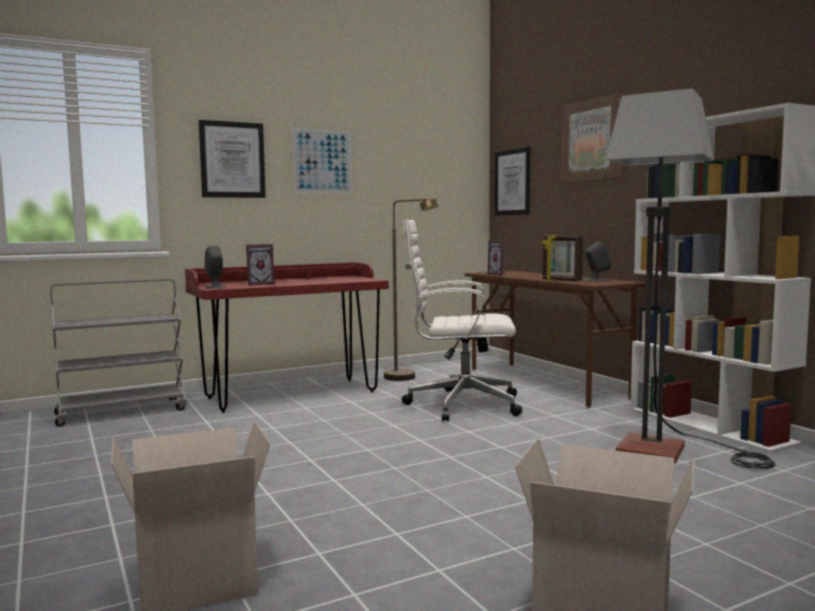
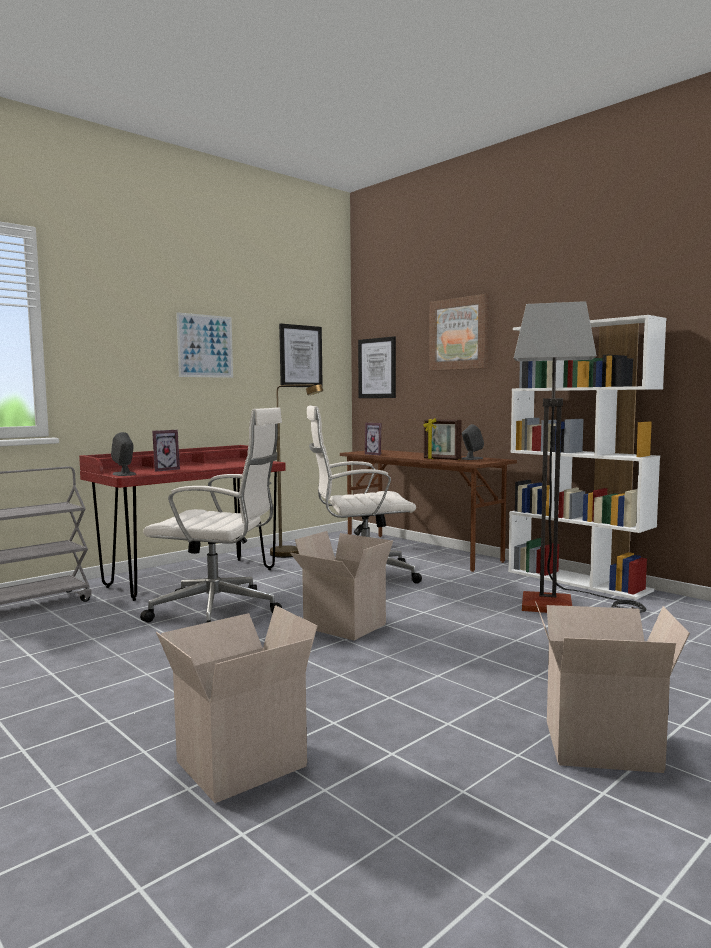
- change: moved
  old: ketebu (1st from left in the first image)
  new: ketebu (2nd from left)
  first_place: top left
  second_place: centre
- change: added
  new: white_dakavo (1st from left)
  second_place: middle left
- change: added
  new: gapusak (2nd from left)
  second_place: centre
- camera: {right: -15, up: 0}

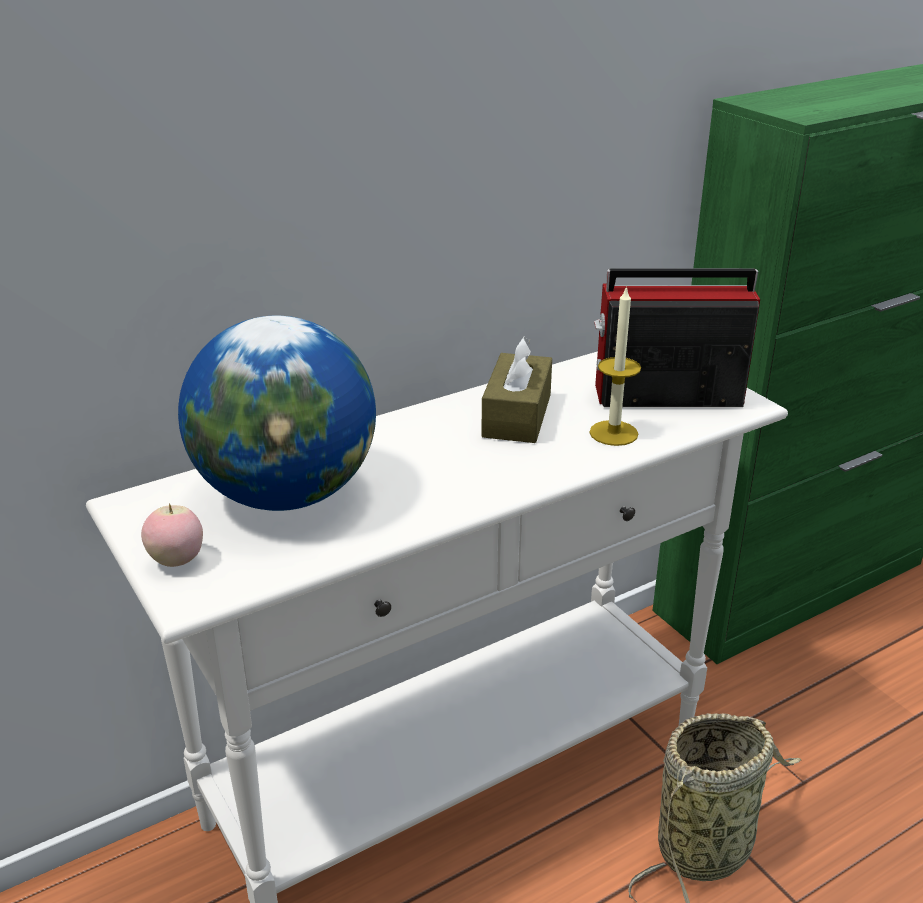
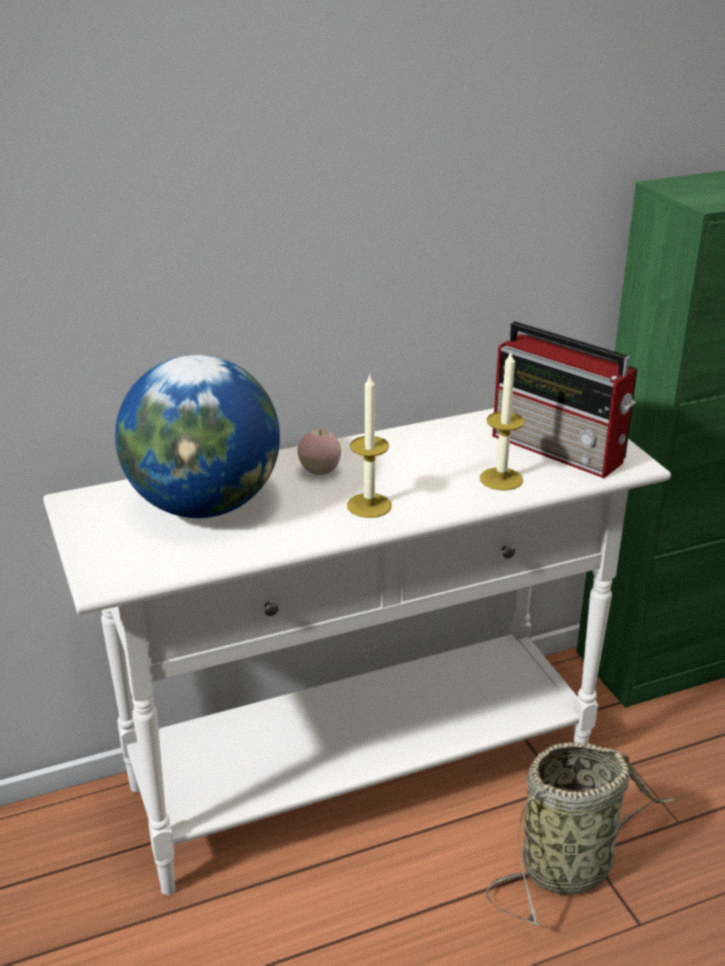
- change: turned
  old: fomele
  first_place: middle right
  second_place: middle right
  degrees: -150
- change: removed
  old: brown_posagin
  first_place: centre
- change: moved
  old: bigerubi
  first_place: middle left
  second_place: centre
- change: added
  new: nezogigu (1st from left)
  second_place: centre
- camera: {right: 10, up: 0}

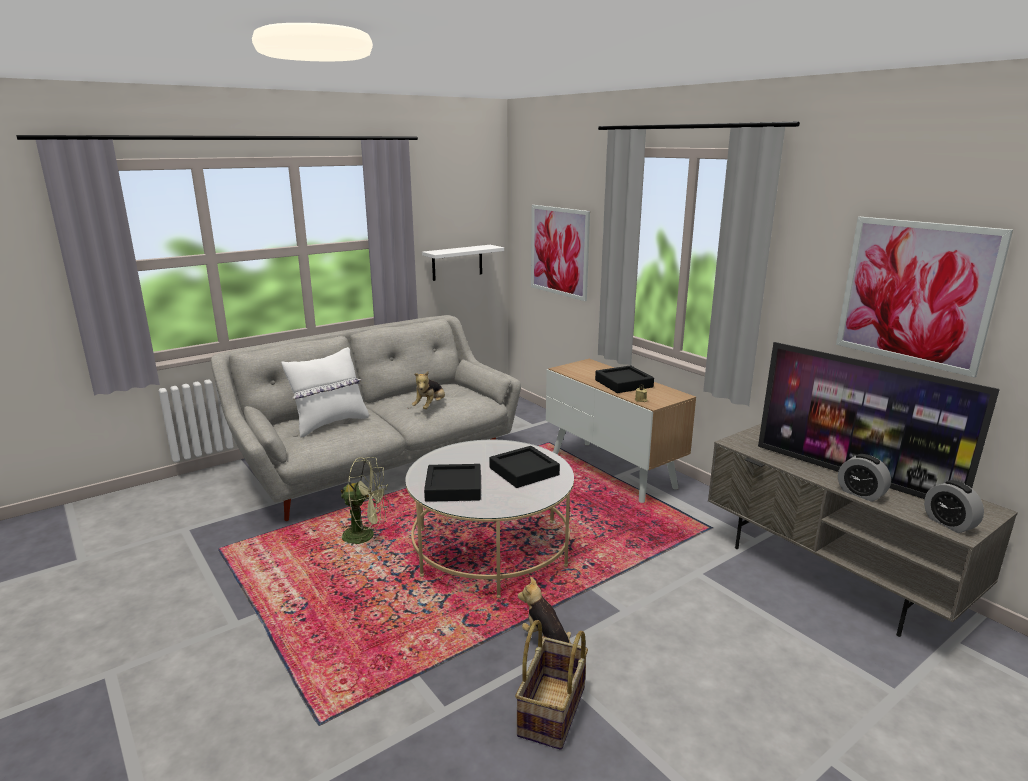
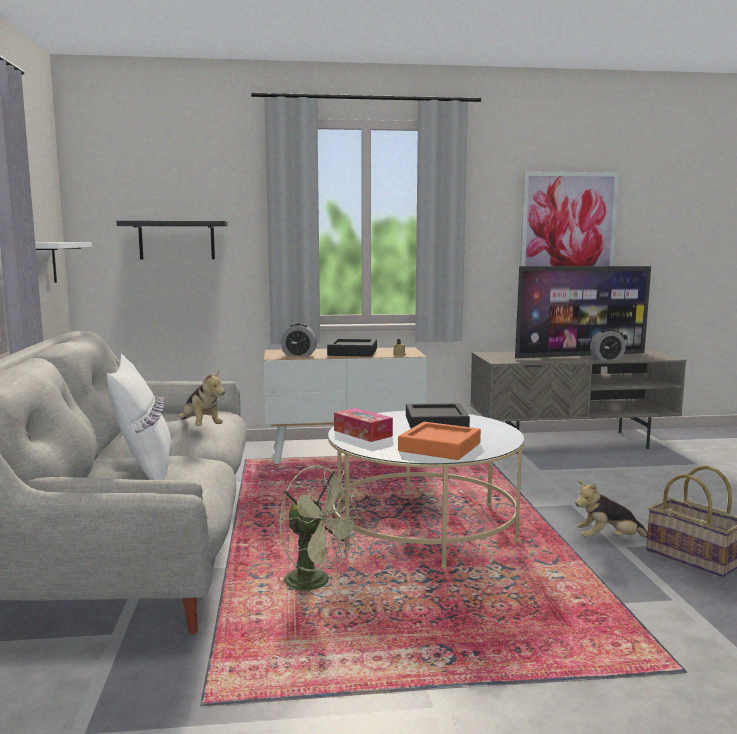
- change: replaced
  old: ketebu (1st from left)
  new: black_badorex
  first_place: top centre
  second_place: top left
- change: turned
  old: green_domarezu
  first_place: centre
  second_place: bottom centre
  degrees: 90
- change: recoloured
  old: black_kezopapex (1st from left)
  new: orange_kezopapex
  first_place: centre
  second_place: centre
- change: moved
  old: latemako (2nd from left in the first image)
  new: latemako (1st from left)
  first_place: middle right
  second_place: centre
- change: added
  new: posagin
  second_place: centre
- camera: {right: -60, up: -10}

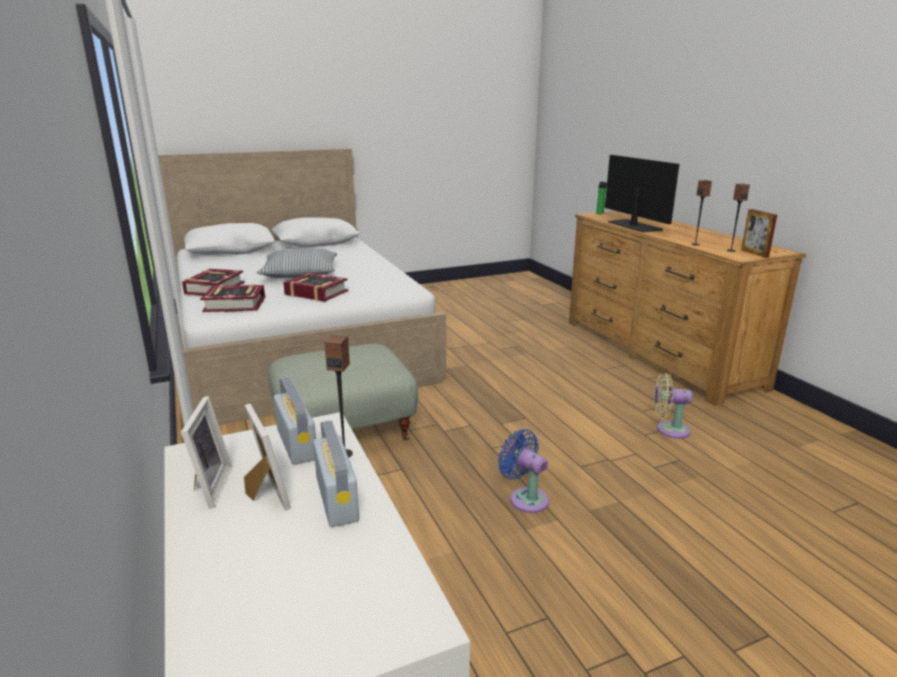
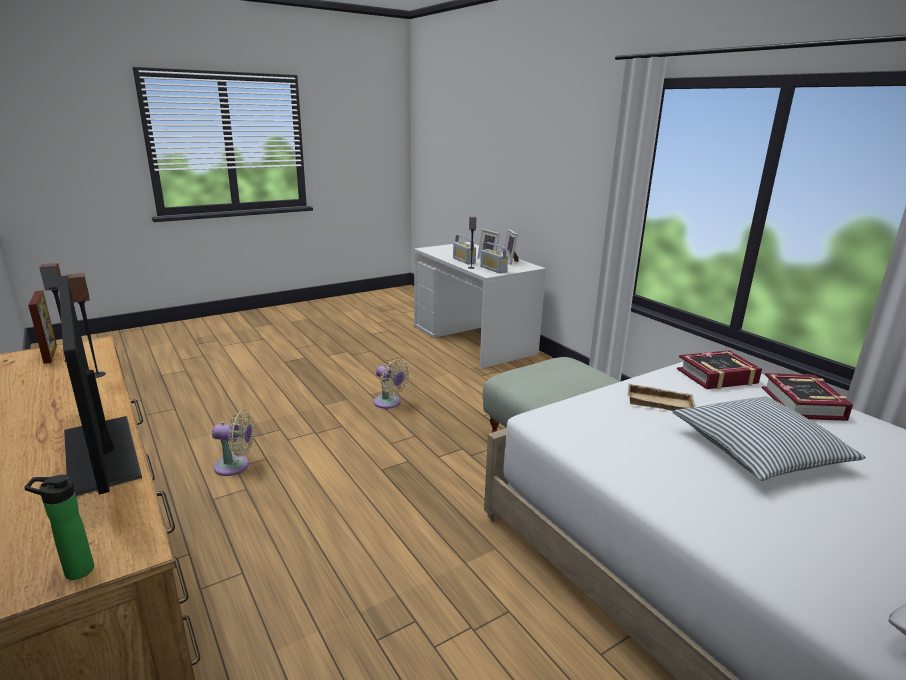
- change: replaced
  old: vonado (3rd from left)
  new: beige_kezopapex
  first_place: centre
  second_place: middle right
- change: recoloured
  old: blue_domarezu
  new: beige_domarezu (2nd from left)
  first_place: bottom centre
  second_place: centre
- camera: {right: 170, up: 0}

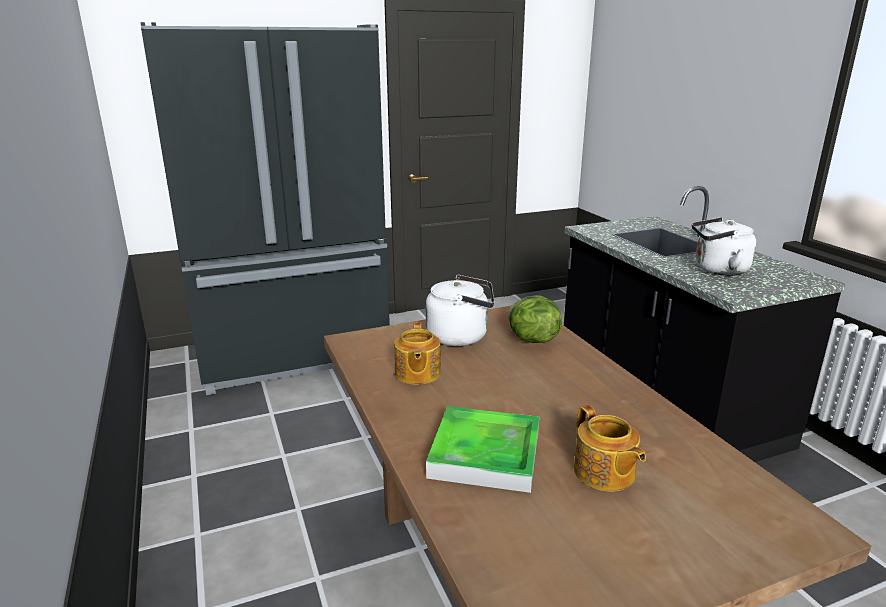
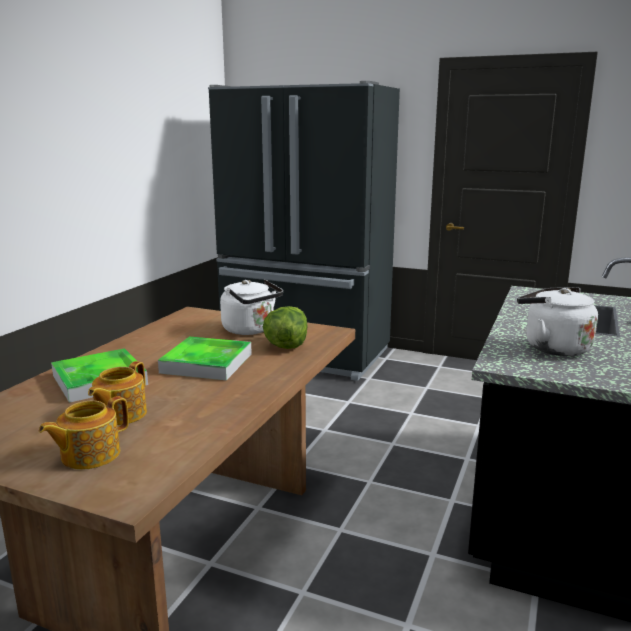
- change: moved
  old: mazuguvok (1st from left)
  first_place: centre
  second_place: bottom left
- change: added
  new: kezopapex (2nd from left)
  second_place: middle left
- camera: {right: 45, up: -5}

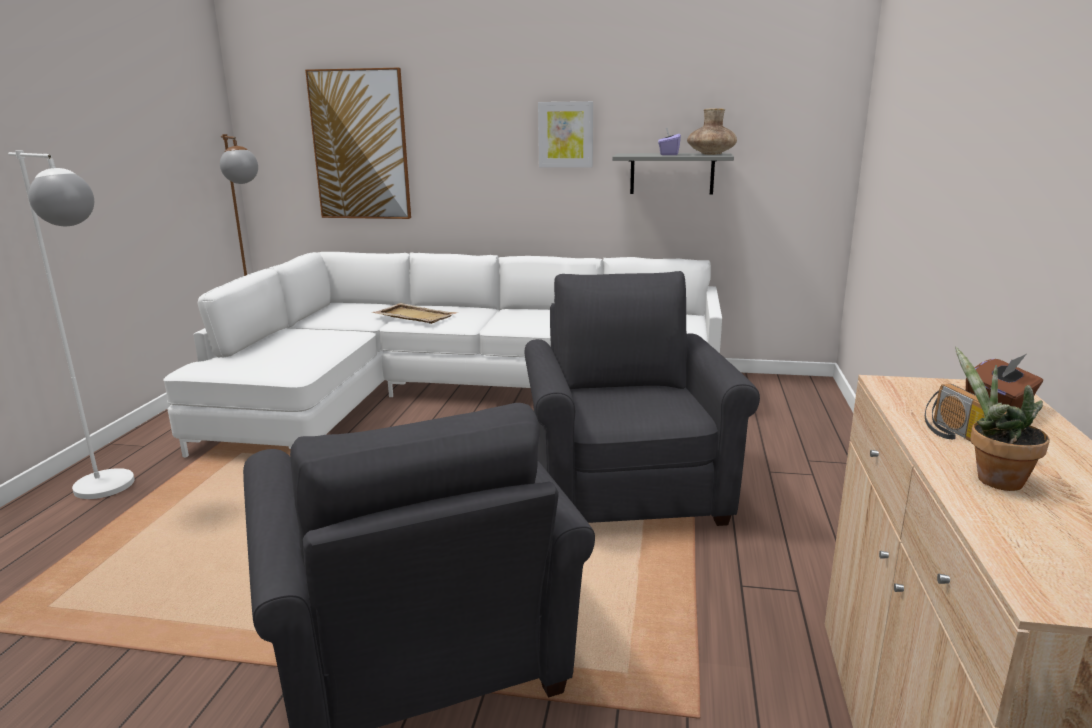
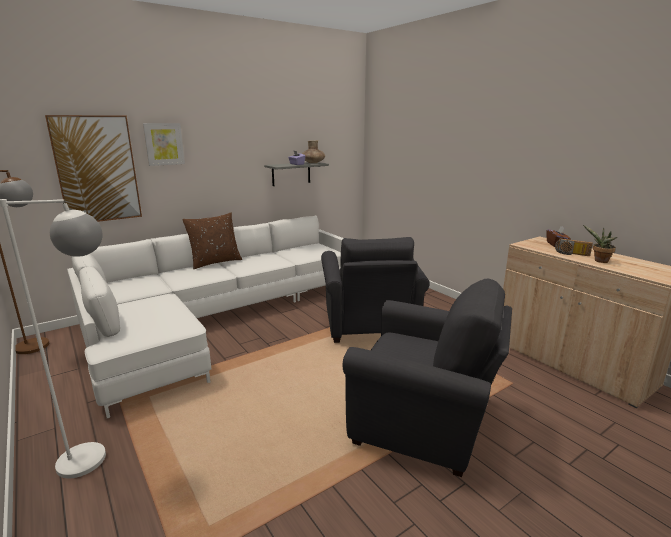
- change: moved
  old: ketebu (2nd from left)
  first_place: top centre
  second_place: top left
- change: turned
  old: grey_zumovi (2nd from left in the first image)
  first_place: centre
  second_place: centre
  degrees: -135
- change: removed
  old: beige_kezopapex
  first_place: centre
- change: added
  new: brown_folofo
  second_place: middle left
- camera: {right: -45, up: 0}

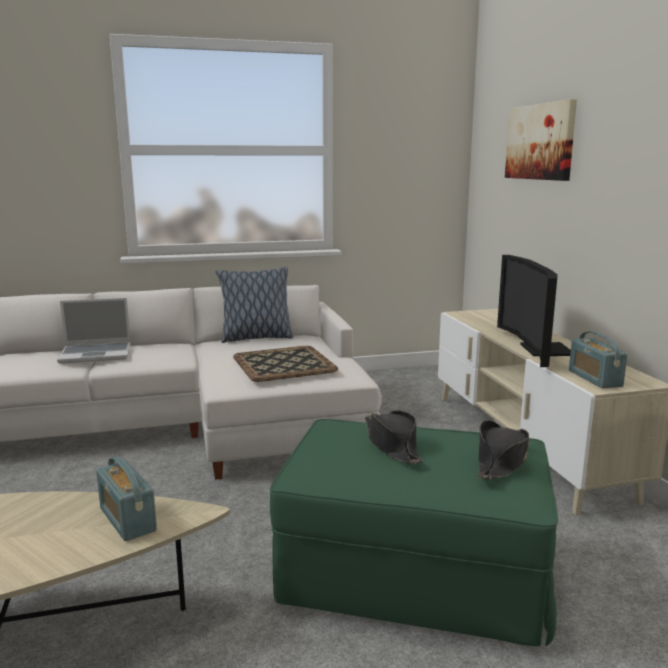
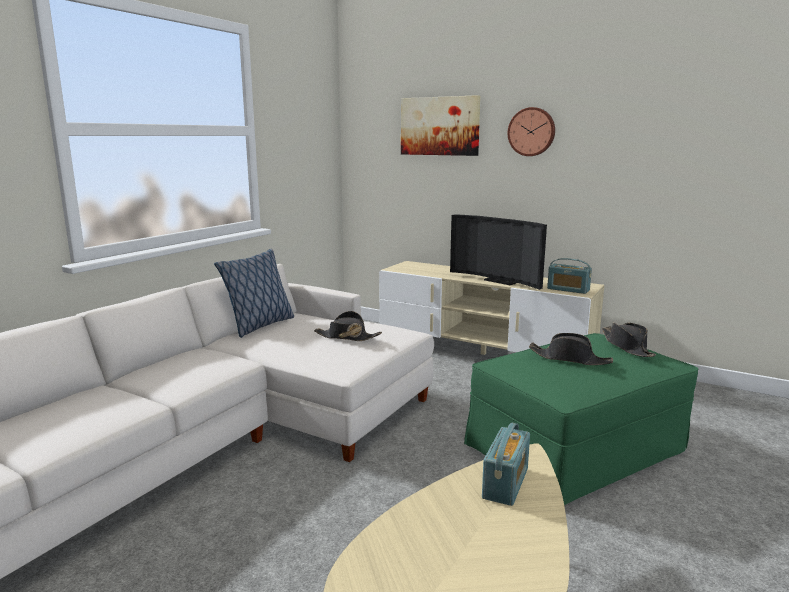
- change: removed
  old: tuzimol
  first_place: middle left
- change: replaced
  old: kezopapex
  new: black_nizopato (1st from left)
  first_place: centre
  second_place: centre
- change: turned
  old: fomele (1st from left)
  first_place: bottom left
  second_place: bottom centre
  degrees: -75
- change: added
  new: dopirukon
  second_place: top right
- camera: {right: -45, up: 0}

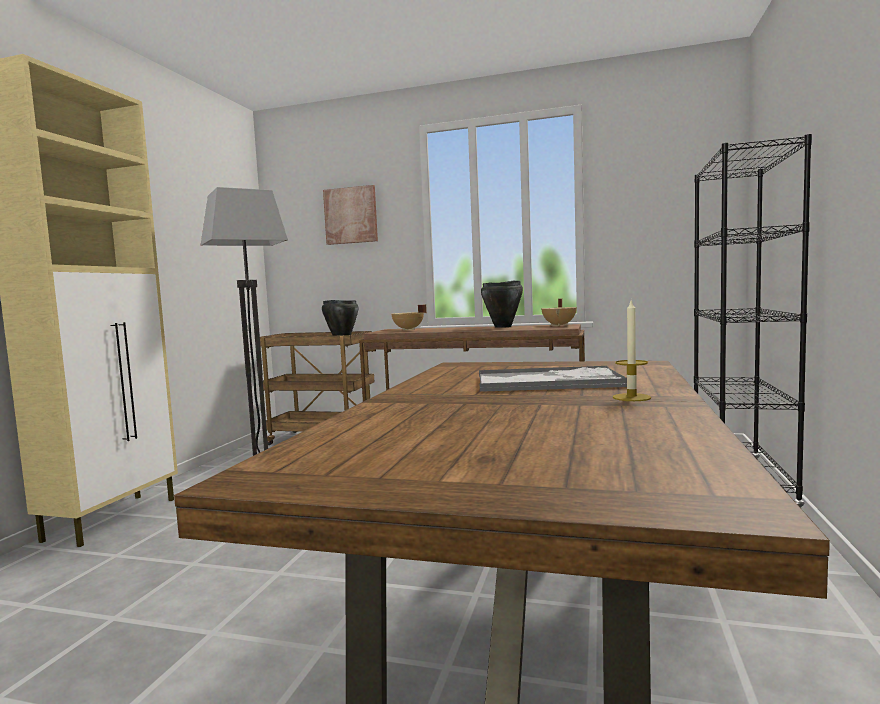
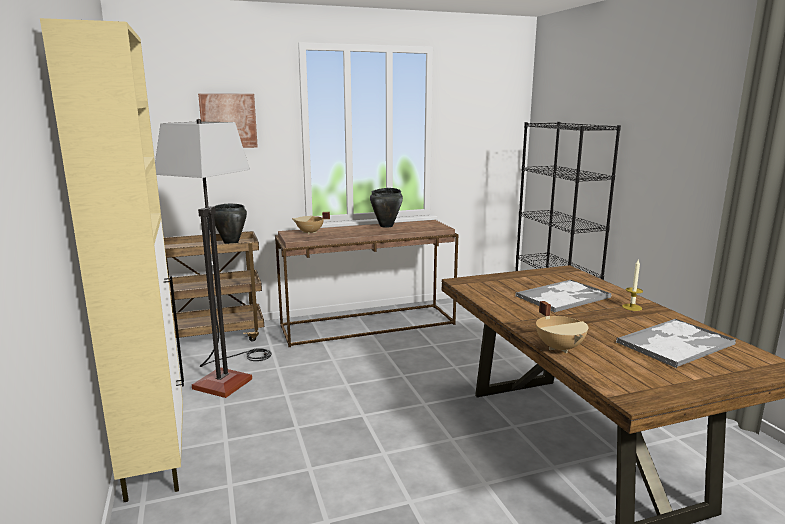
- change: moved
  old: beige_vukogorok (2nd from left)
  first_place: centre
  second_place: middle right
- change: added
  new: kezopapex (2nd from left)
  second_place: middle right
- camera: {right: -35, up: 10}

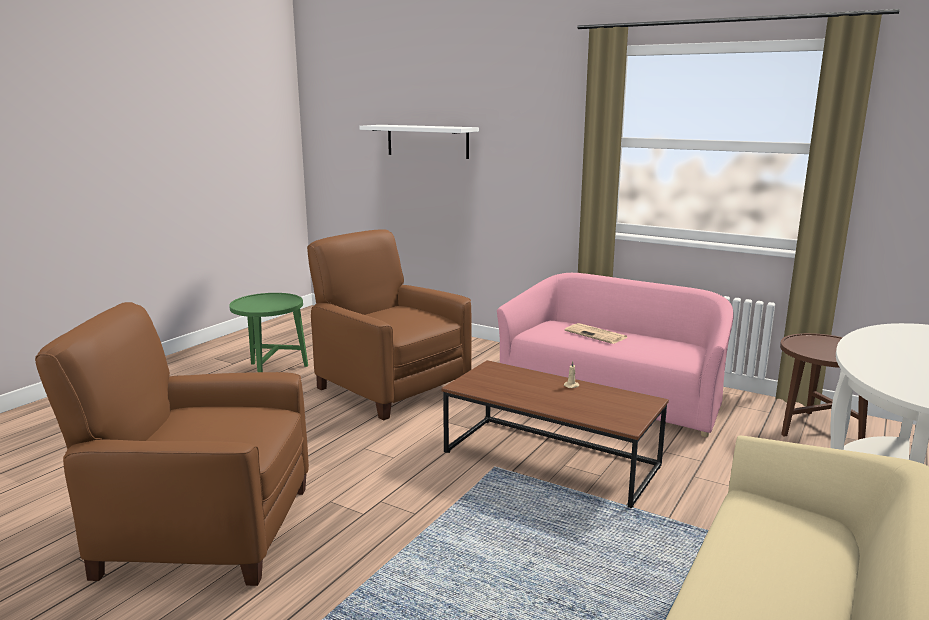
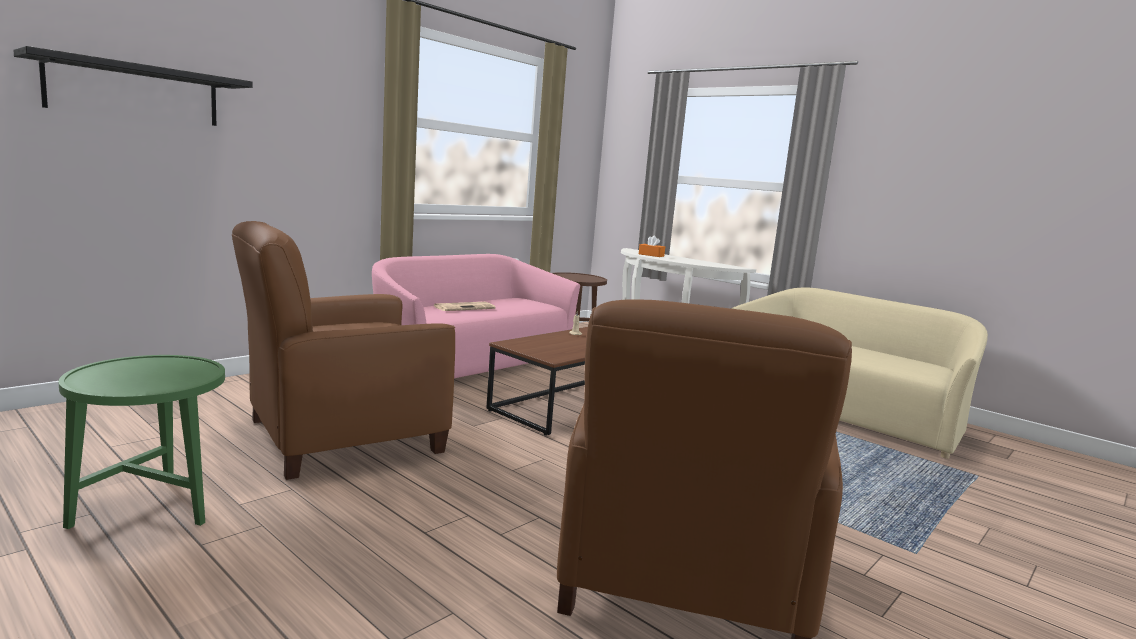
- change: recoloured
  old: white_badorex
  new: black_badorex
  first_place: top centre
  second_place: top left
- change: added
  new: orange_posagin
  second_place: centre
- camera: {right: -80, up: -5}

